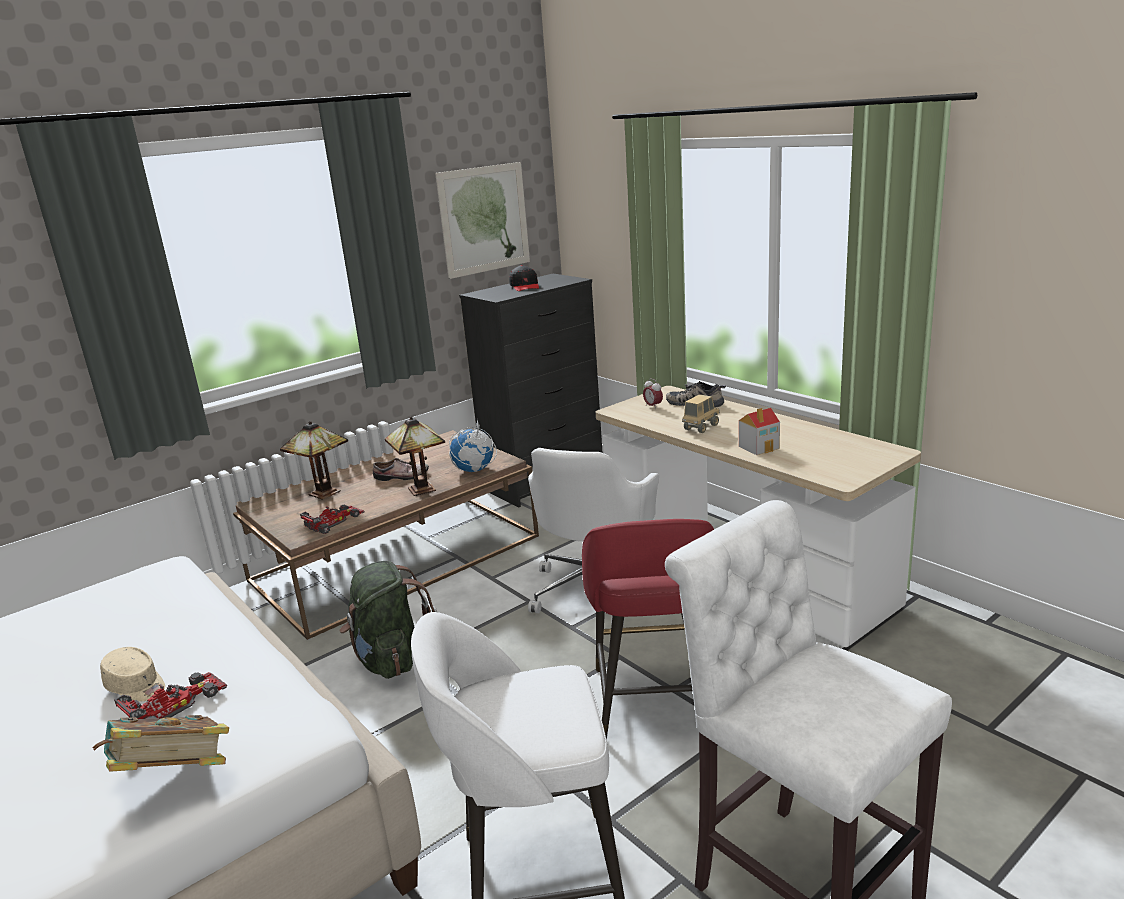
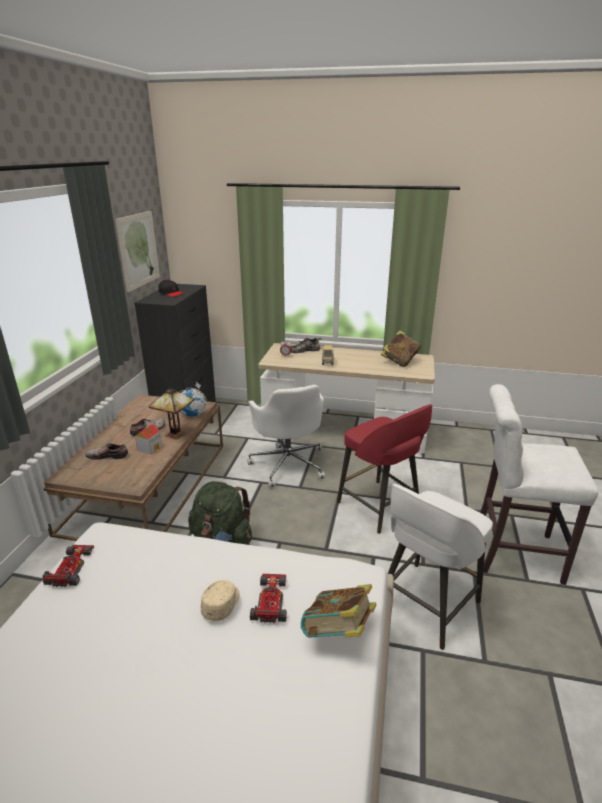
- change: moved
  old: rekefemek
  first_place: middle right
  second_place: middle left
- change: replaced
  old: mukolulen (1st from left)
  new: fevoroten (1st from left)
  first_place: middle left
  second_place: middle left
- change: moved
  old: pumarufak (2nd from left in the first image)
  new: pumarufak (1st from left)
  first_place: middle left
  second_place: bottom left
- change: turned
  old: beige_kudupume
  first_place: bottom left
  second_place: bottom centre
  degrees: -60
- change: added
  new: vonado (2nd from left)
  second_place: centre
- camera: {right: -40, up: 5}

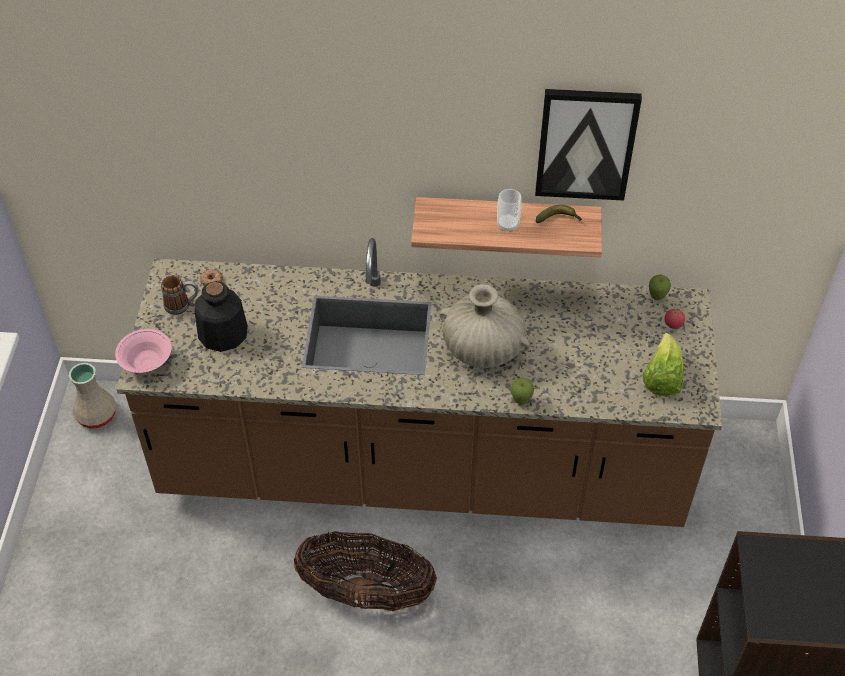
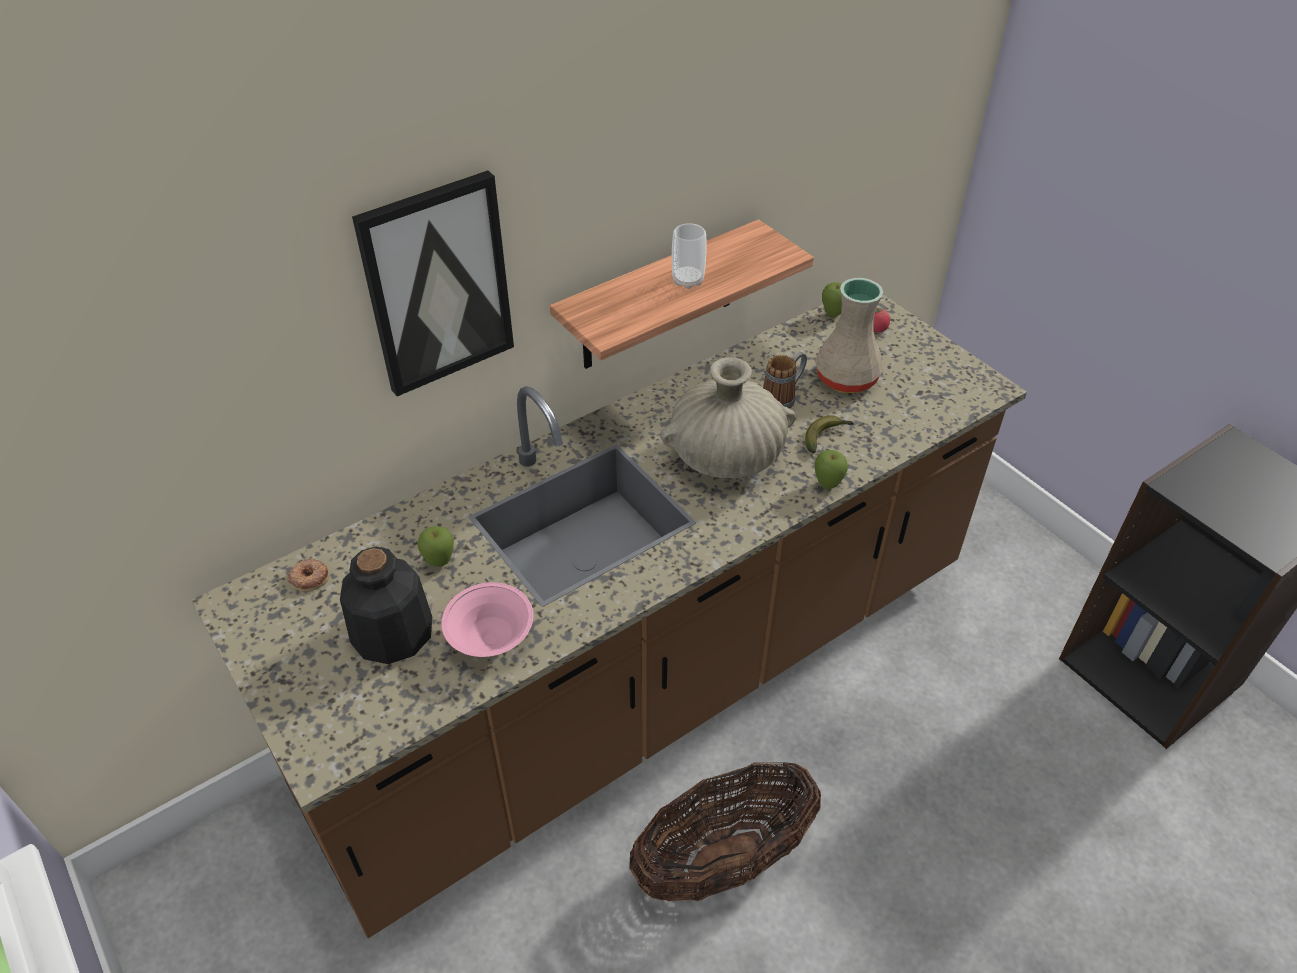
- change: moved
  old: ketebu
  first_place: top right
  second_place: top centre
- change: moved
  old: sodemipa
  first_place: top centre
  second_place: centre
- change: moved
  old: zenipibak
  first_place: middle left
  second_place: centre
- change: moved
  old: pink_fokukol
  first_place: middle left
  second_place: centre
- change: removed
  old: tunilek
  first_place: middle right
- change: moved
  old: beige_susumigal (1st from left in the first image)
  new: beige_susumigal (2nd from left)
  first_place: middle left
  second_place: centre
- change: added
  new: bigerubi (1st from left)
  second_place: centre
- camera: {right: -40, up: -5}

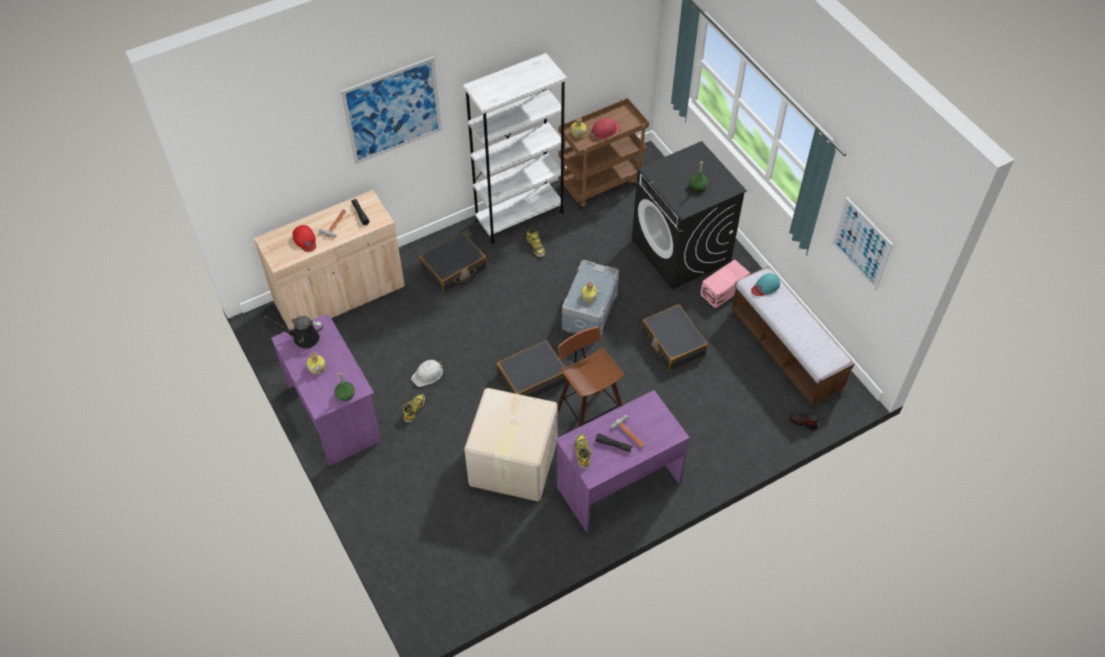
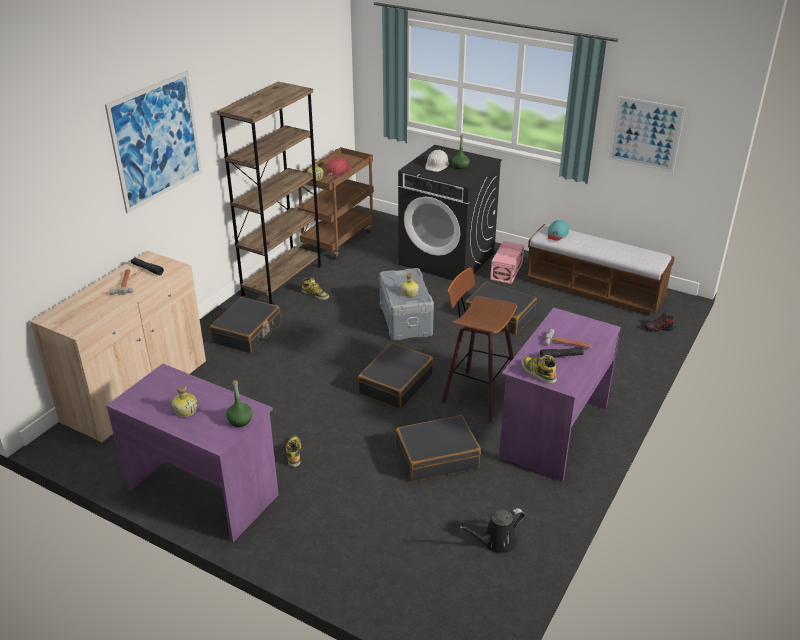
- change: recoloured
  old: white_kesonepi
  new: brown_kesonepi
  first_place: top centre
  second_place: top centre
- change: removed
  old: red_kudupume
  first_place: middle left
- change: moved
  old: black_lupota
  first_place: middle left
  second_place: bottom centre
- change: moved
  old: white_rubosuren
  first_place: centre
  second_place: top centre
- change: replaced
  old: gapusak
  new: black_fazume (3rd from left)
  first_place: bottom centre
  second_place: bottom centre
- camera: {right: -30, up: -20}

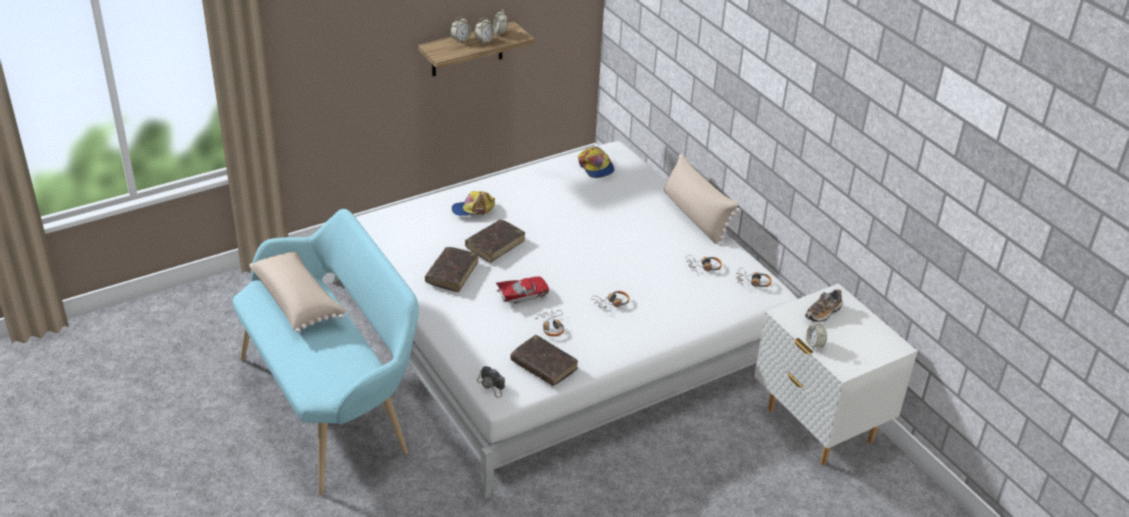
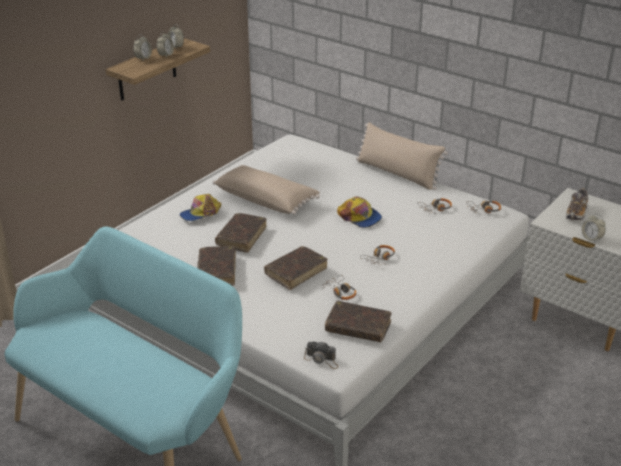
- change: moved
  old: kudupume (2nd from left)
  first_place: top centre
  second_place: centre
- change: moved
  old: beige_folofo (1st from left)
  first_place: middle left
  second_place: centre
- change: replaced
  old: red_pumarufak
  new: brown_vonado (3rd from left)
  first_place: centre
  second_place: centre
- camera: {right: -20, up: -5}

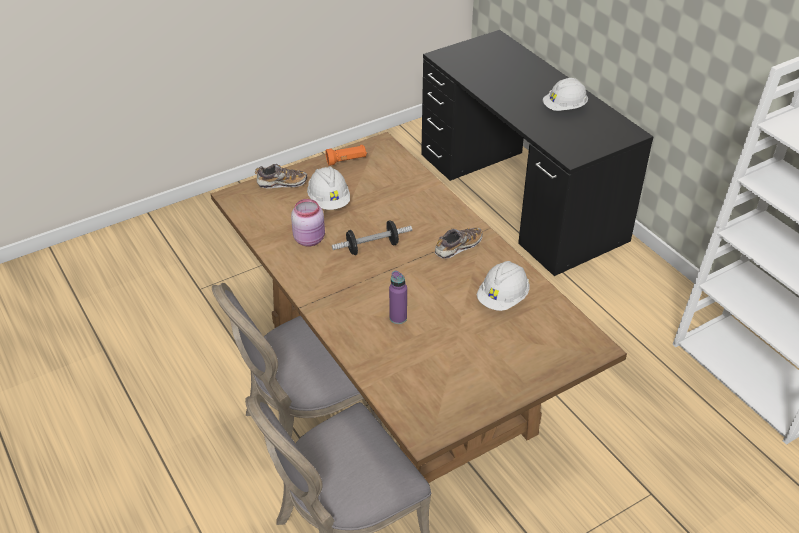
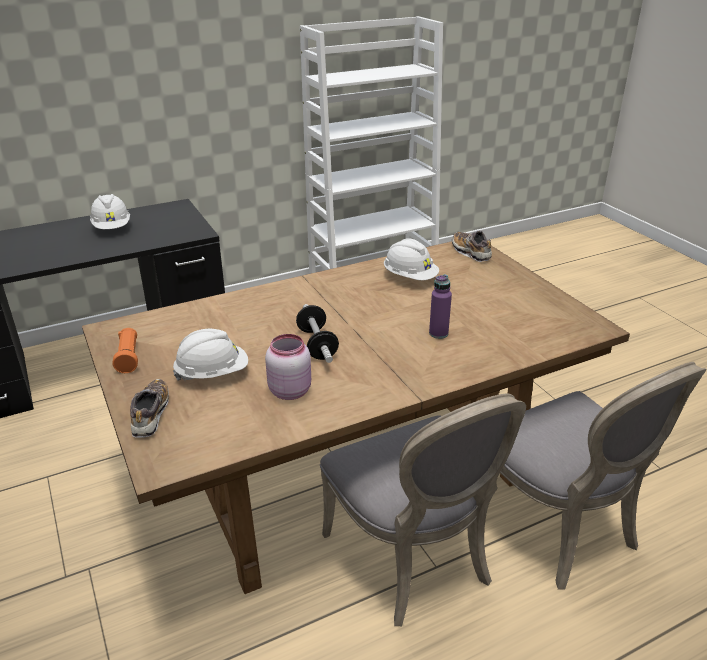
- change: moved
  old: fevoroten (2nd from left)
  first_place: centre
  second_place: middle right
- camera: {right: -85, up: -10}

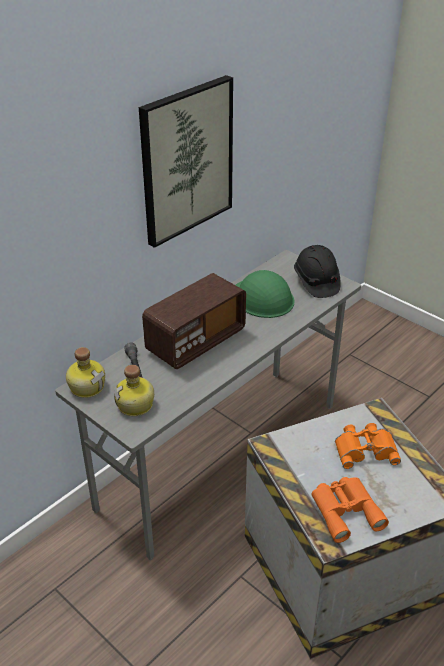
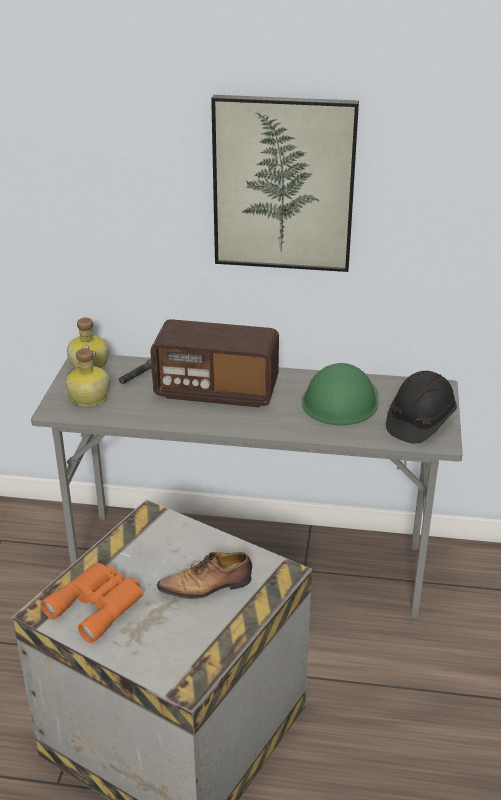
- change: replaced
  old: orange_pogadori (2nd from left)
  new: fevoroten
  first_place: bottom right
  second_place: bottom centre
- camera: {right: 55, up: -5}

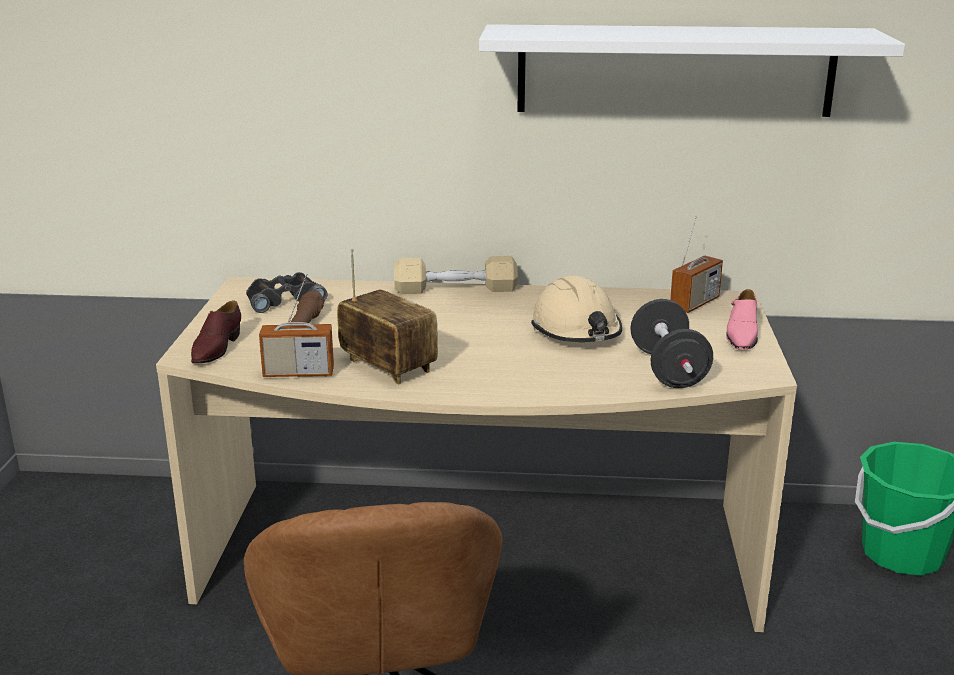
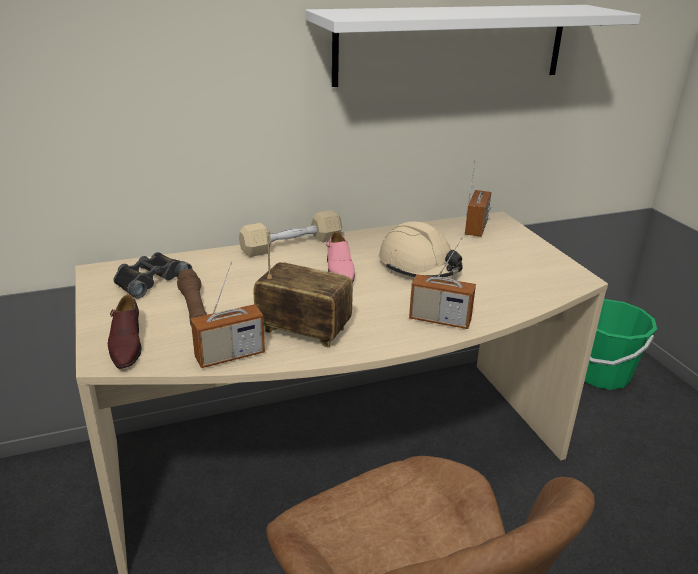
- change: moved
  old: pink_fevoroten
  first_place: middle right
  second_place: centre
- change: removed
  old: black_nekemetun
  first_place: middle right
- change: added
  new: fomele (3rd from left)
  second_place: centre
- camera: {right: -25, up: 5}

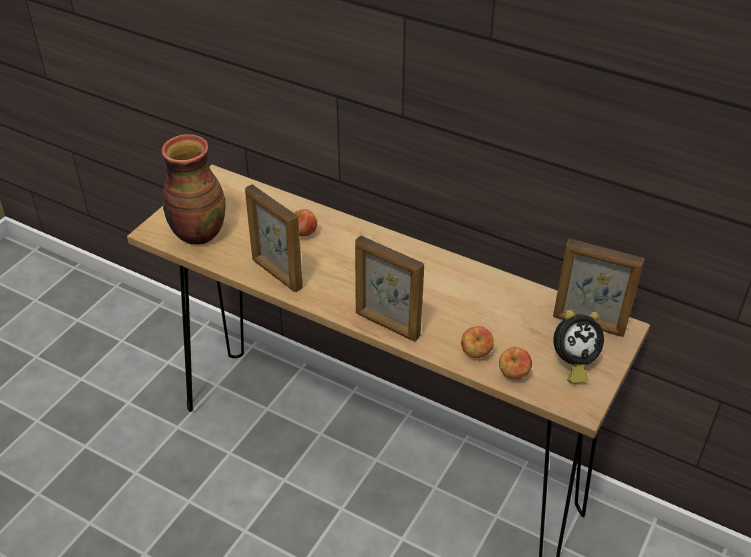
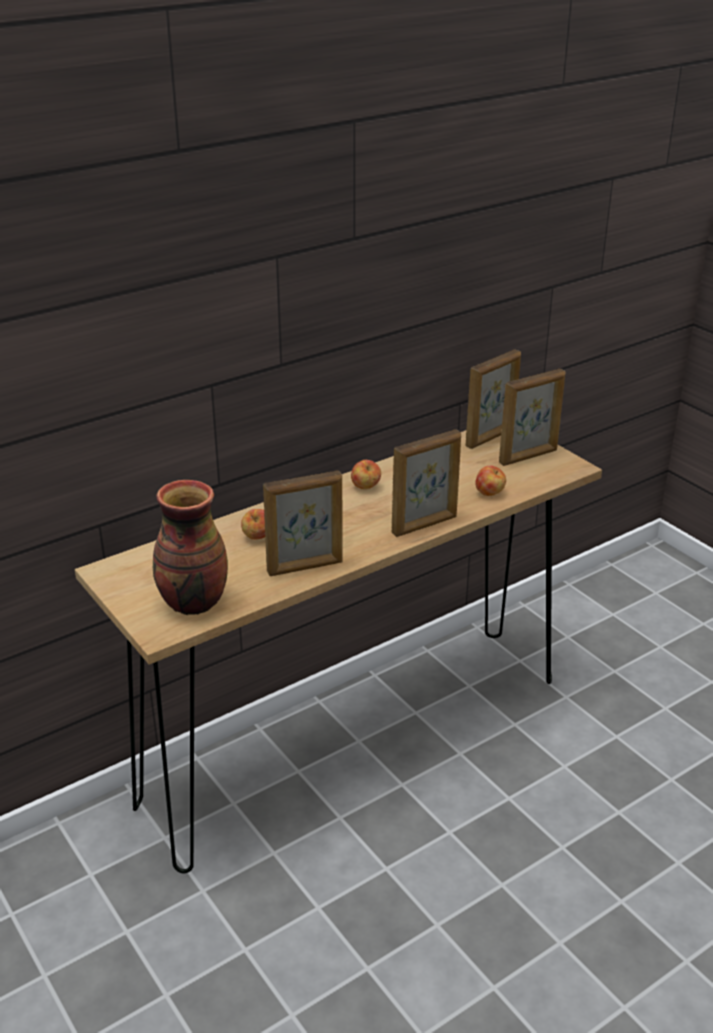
- change: replaced
  old: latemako
  new: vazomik (4th from left)
  first_place: middle right
  second_place: middle right
- change: moved
  old: bigerubi (3rd from left in the first image)
  new: bigerubi (2nd from left)
  first_place: middle right
  second_place: centre
- camera: {right: -65, up: -10}

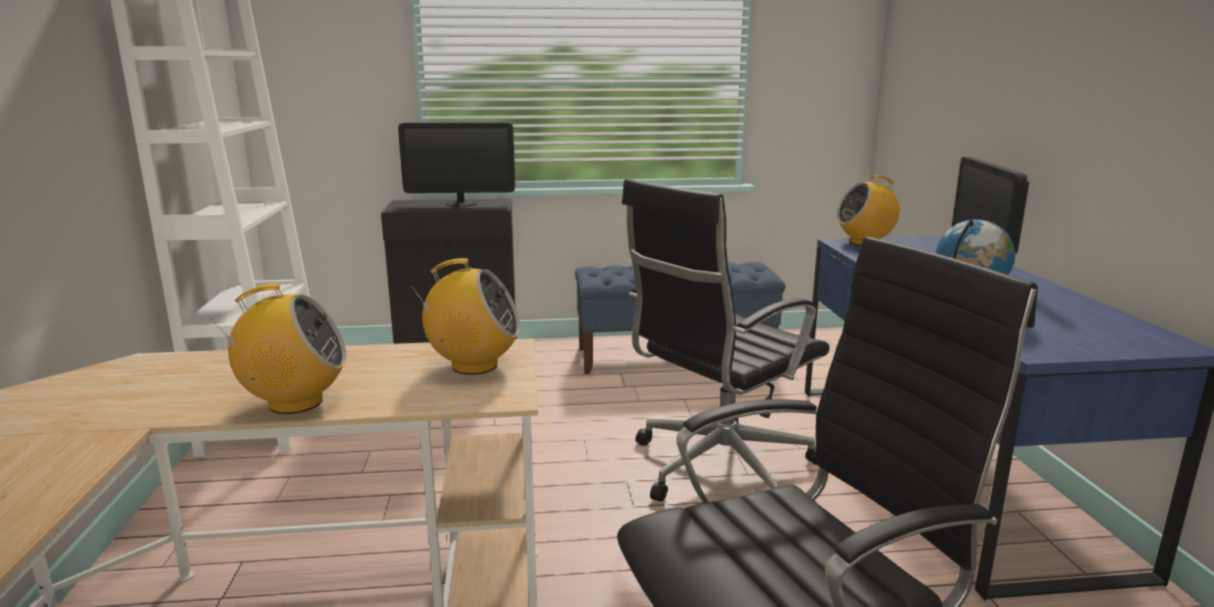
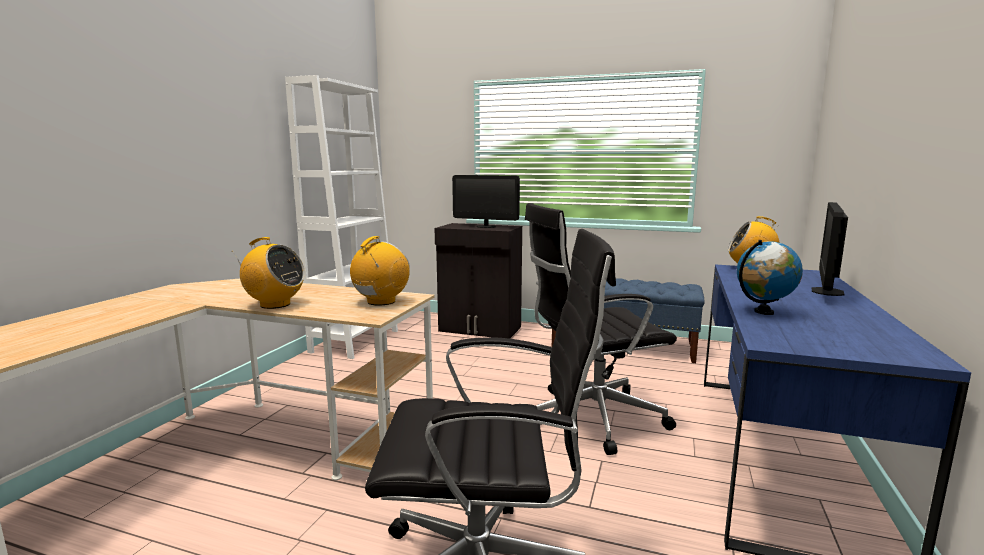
- change: turned
  old: fomele (2nd from left)
  first_place: centre
  second_place: centre
  degrees: -90
- camera: {right: 25, up: -5}

